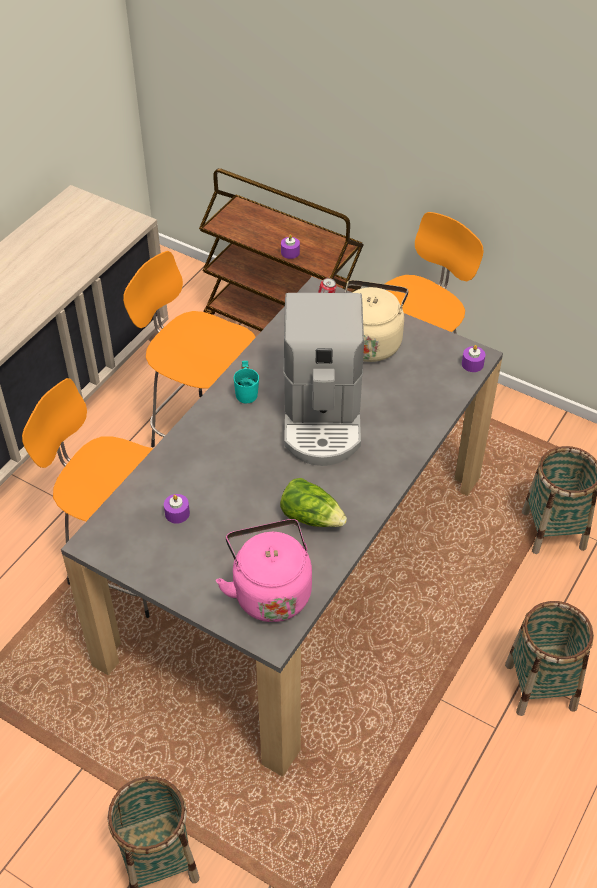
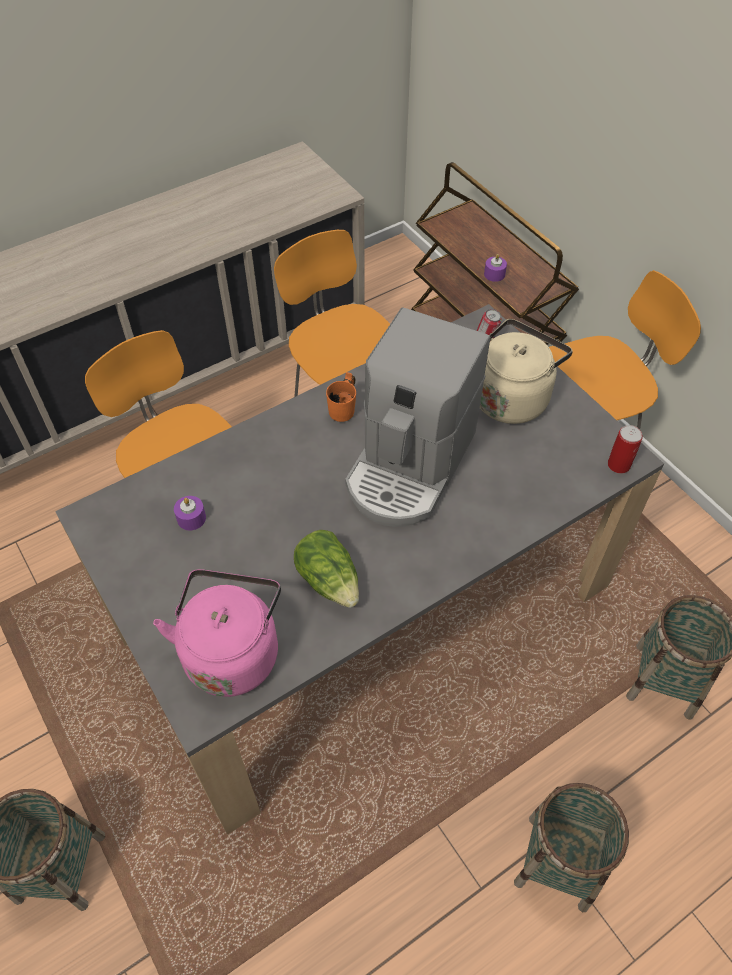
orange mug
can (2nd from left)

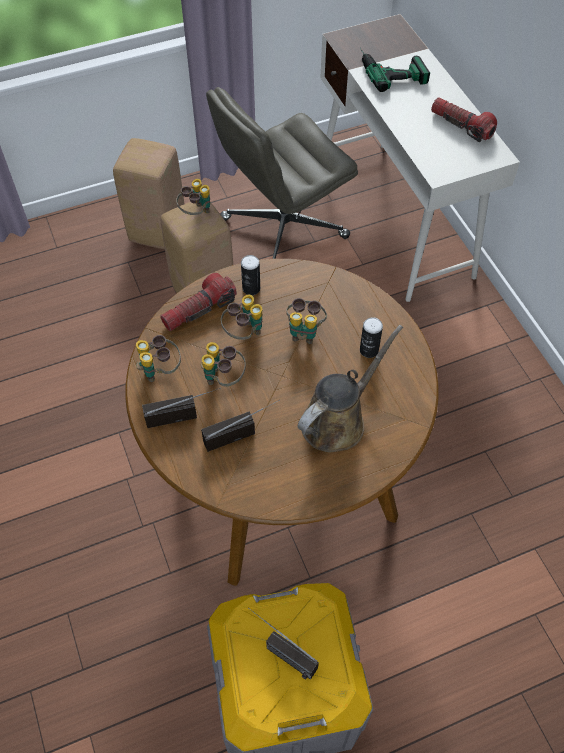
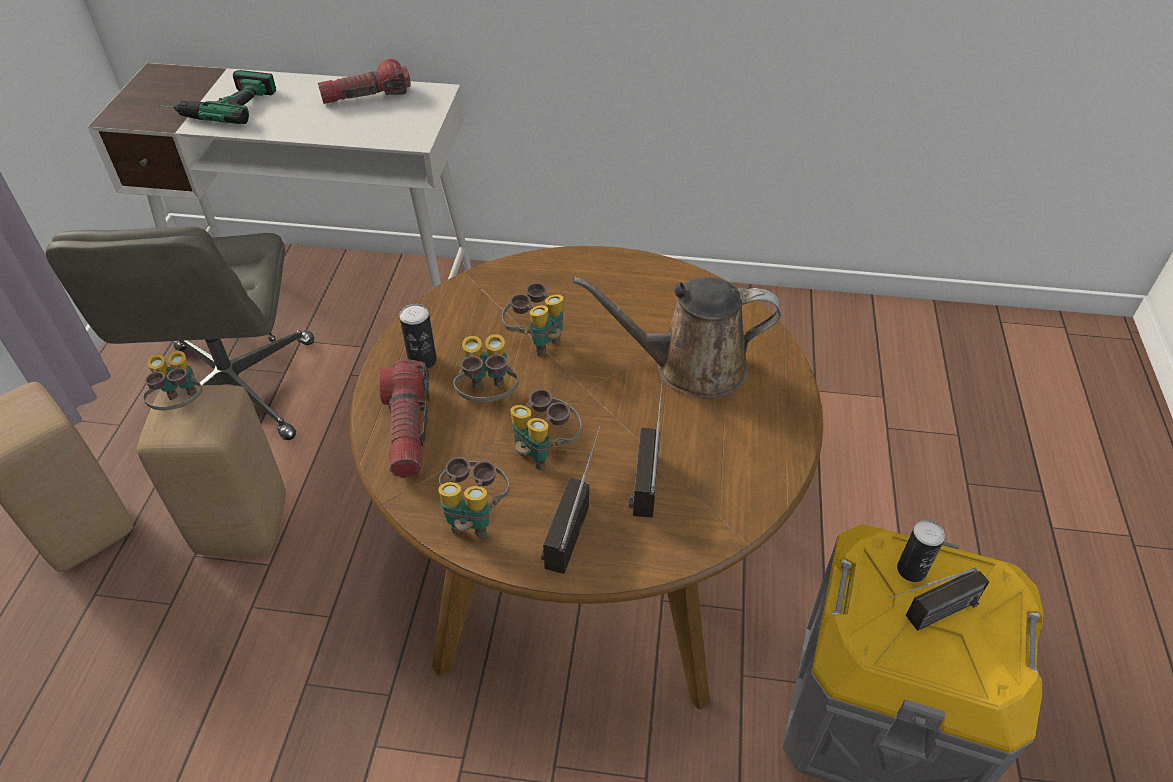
brown watering can
can (2nd from left)

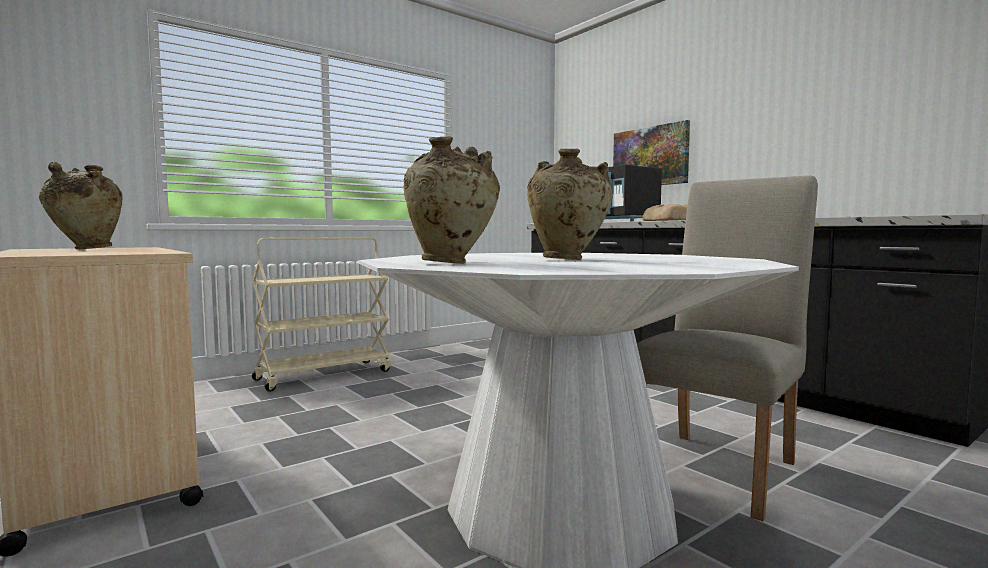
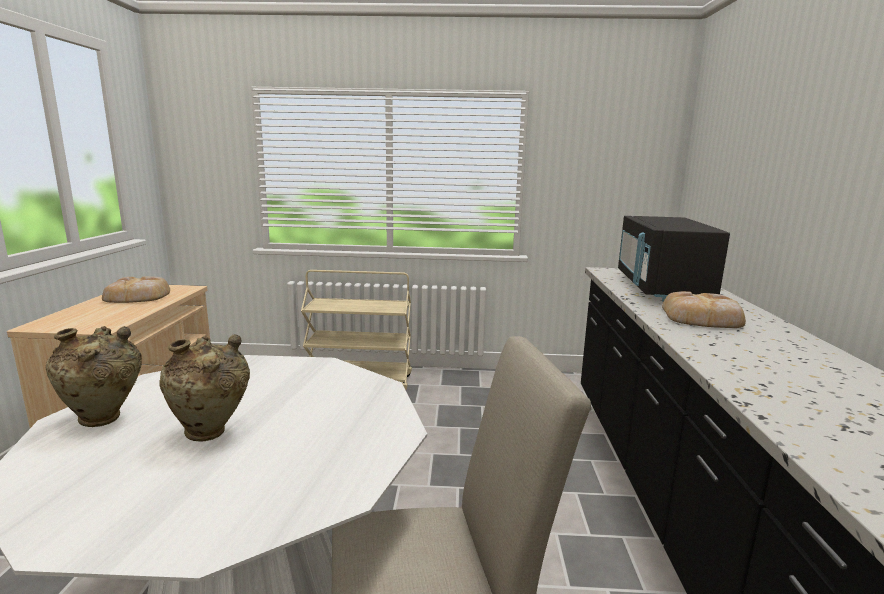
bread (1st from left)
picture

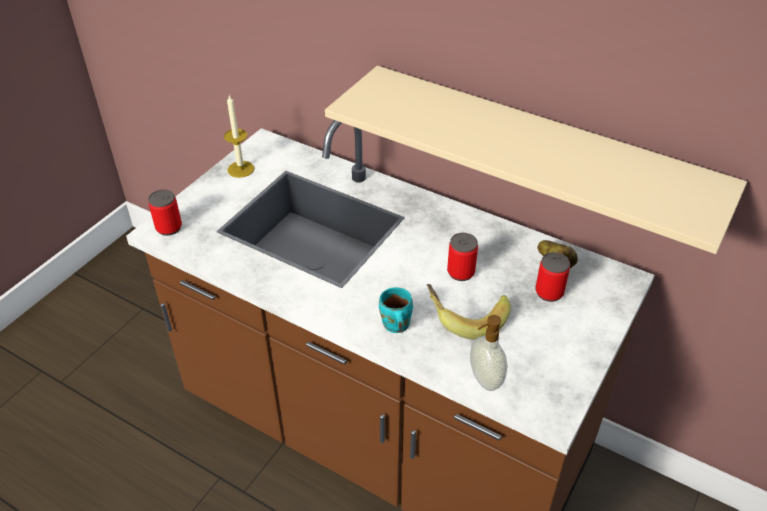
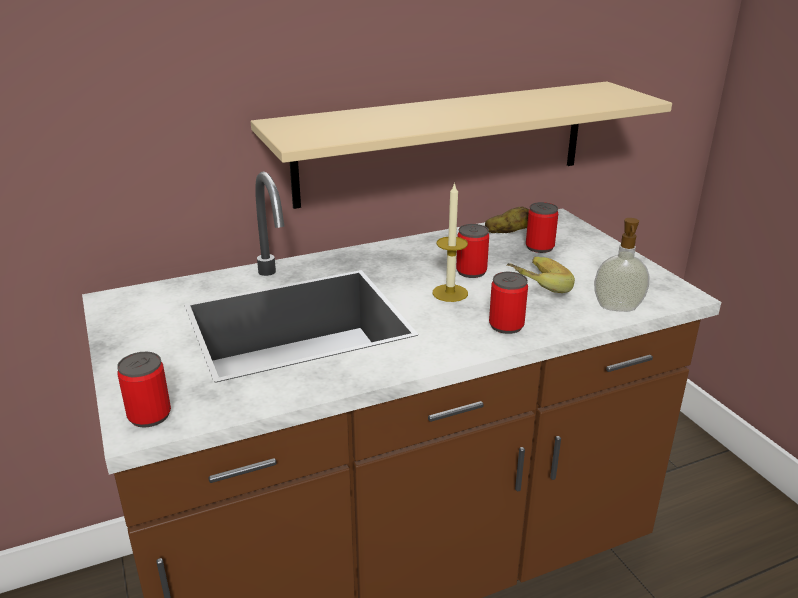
candle
can (3rd from left)

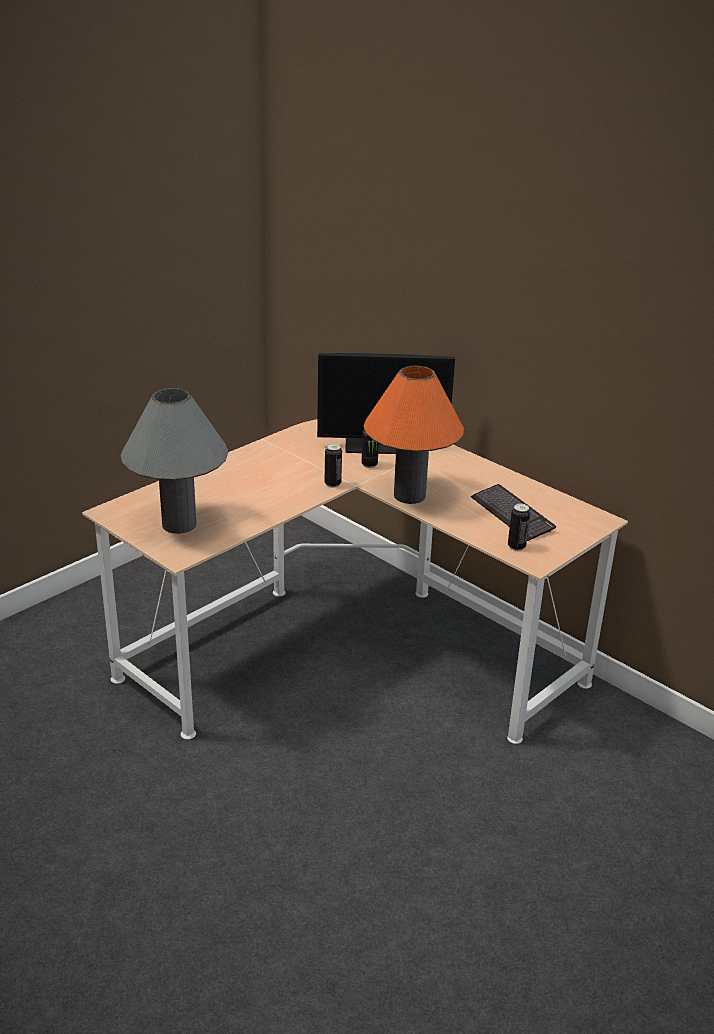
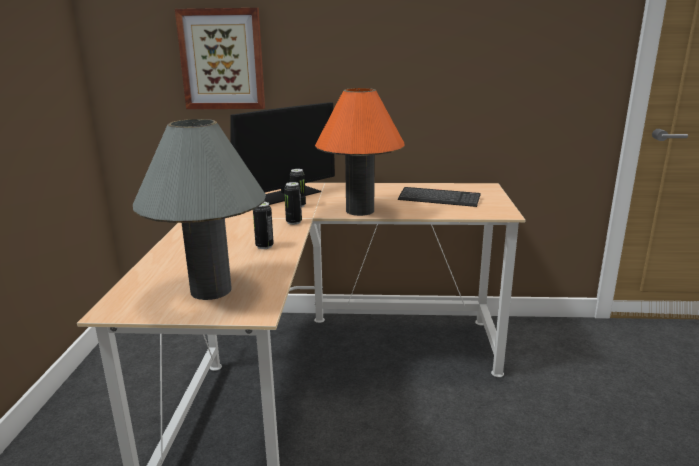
picture
can (1st from left)

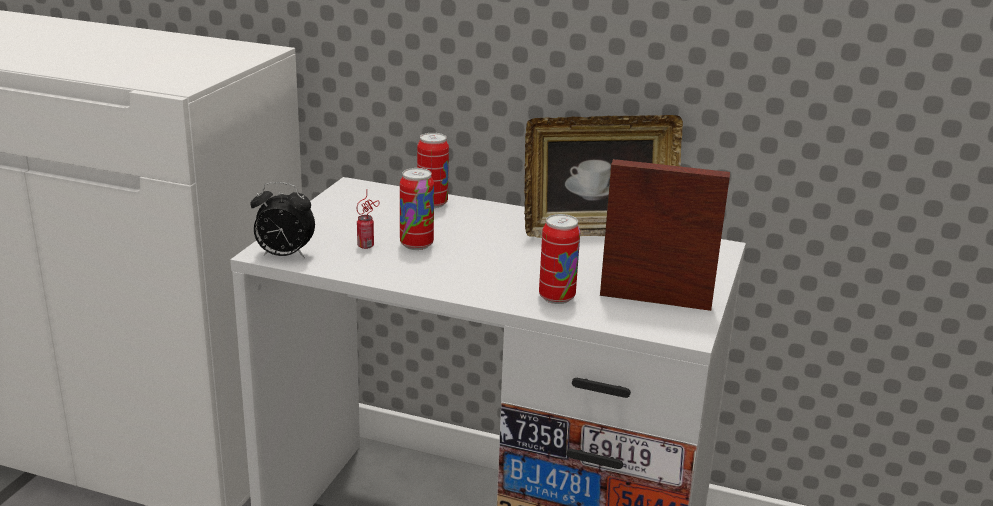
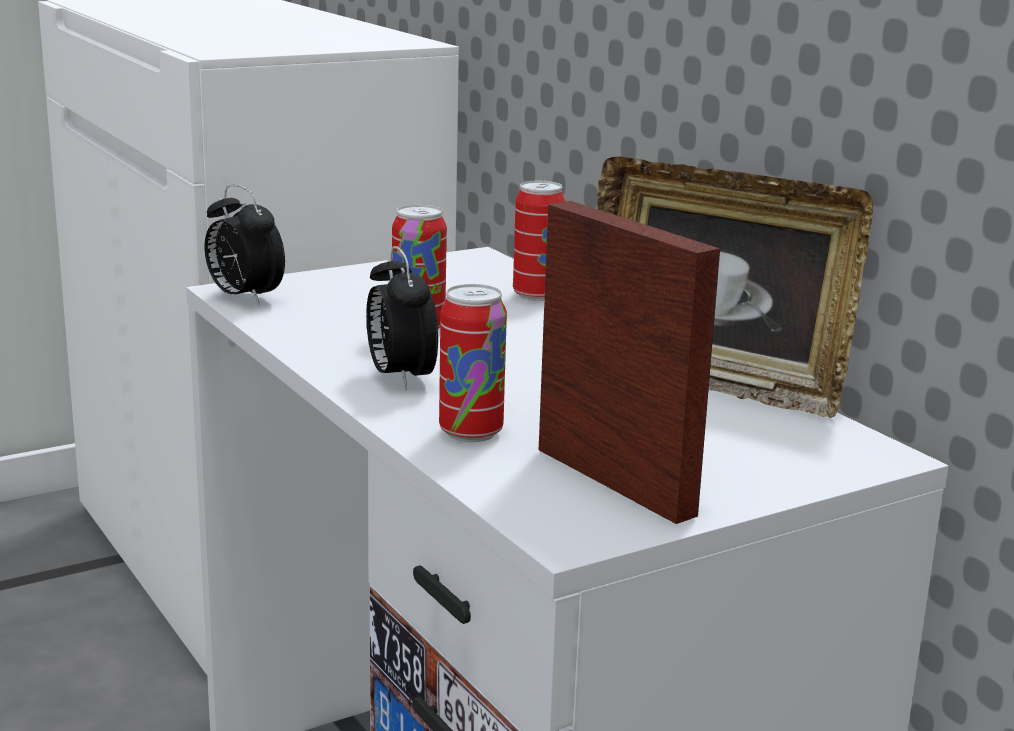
alarm clock (2nd from left)
can (1st from left in the first image)

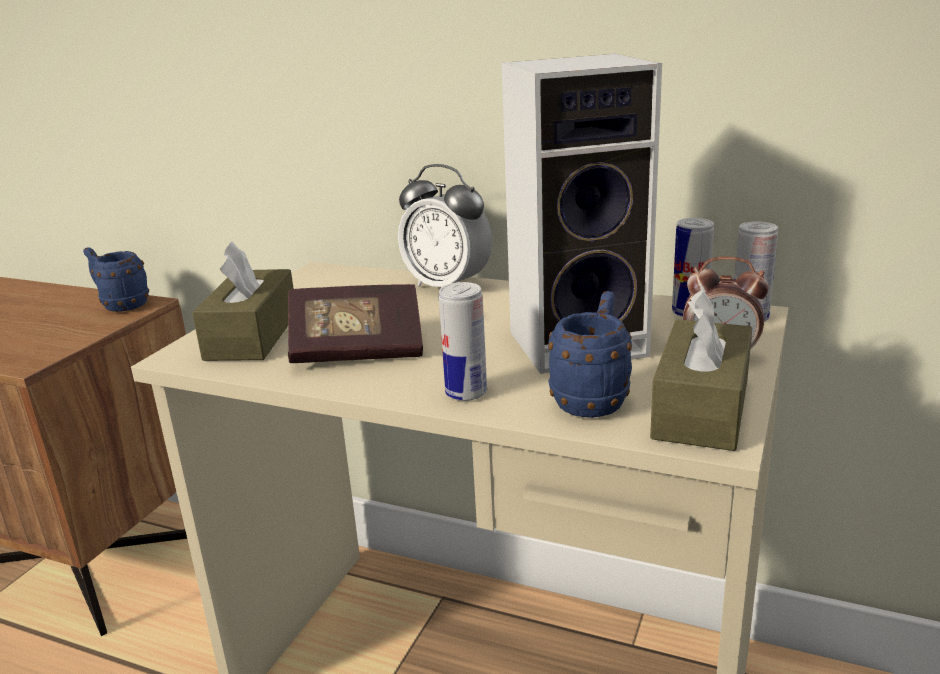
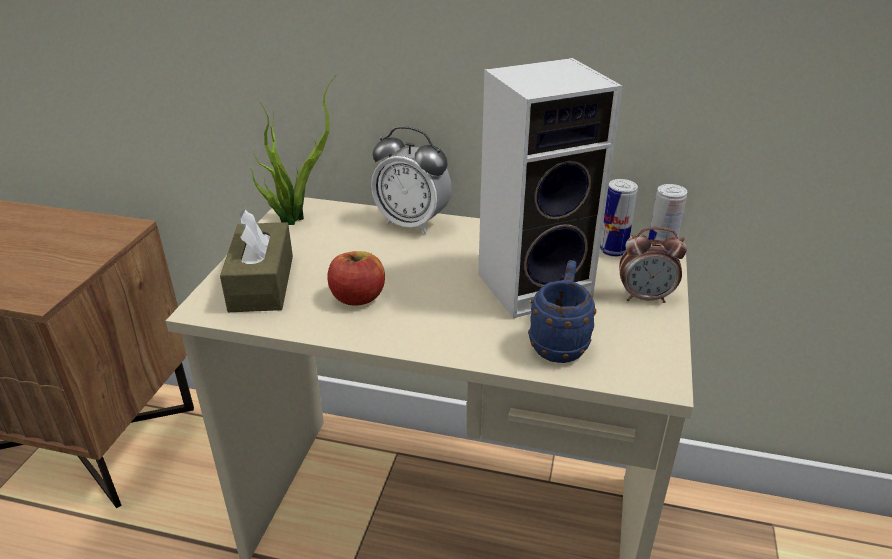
potted plant
apple
blue mug (1st from left in the first image)
can (1st from left in the first image)
brown tissue box (2nd from left in the first image)

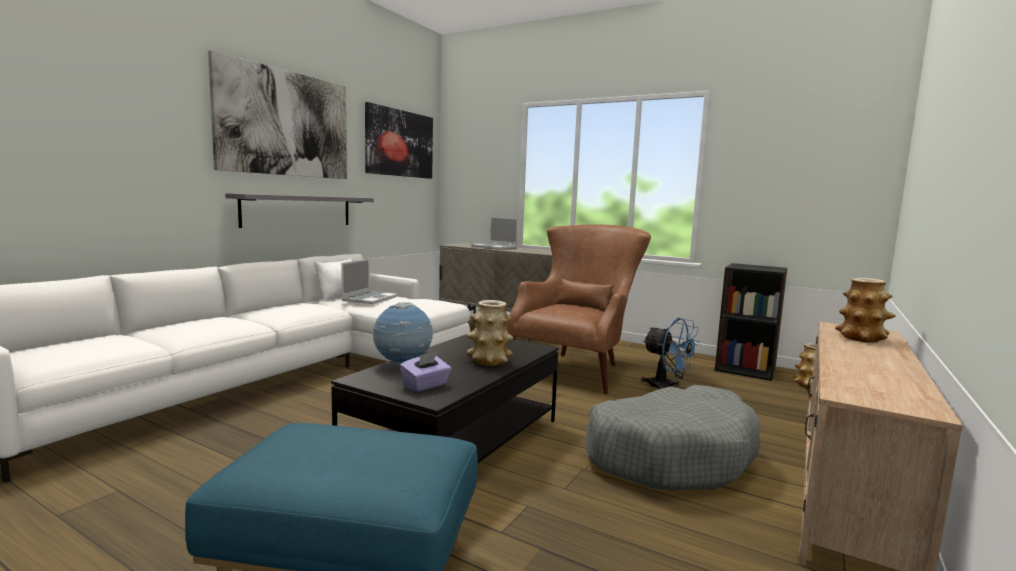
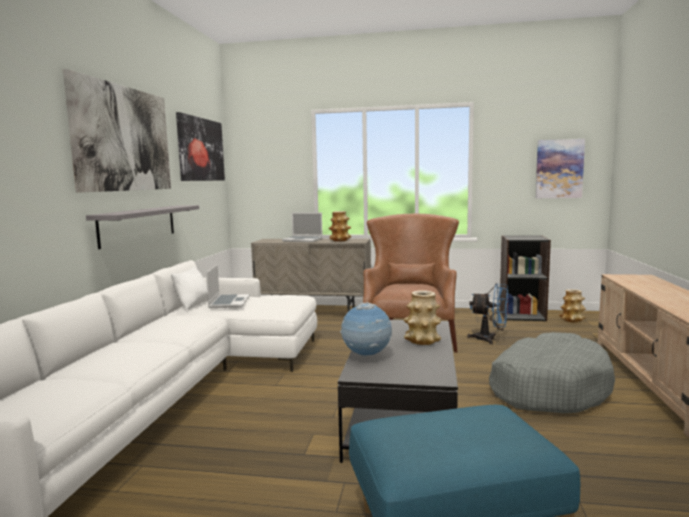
vase (1st from left)
picture (3rd from left)
purple tissue box

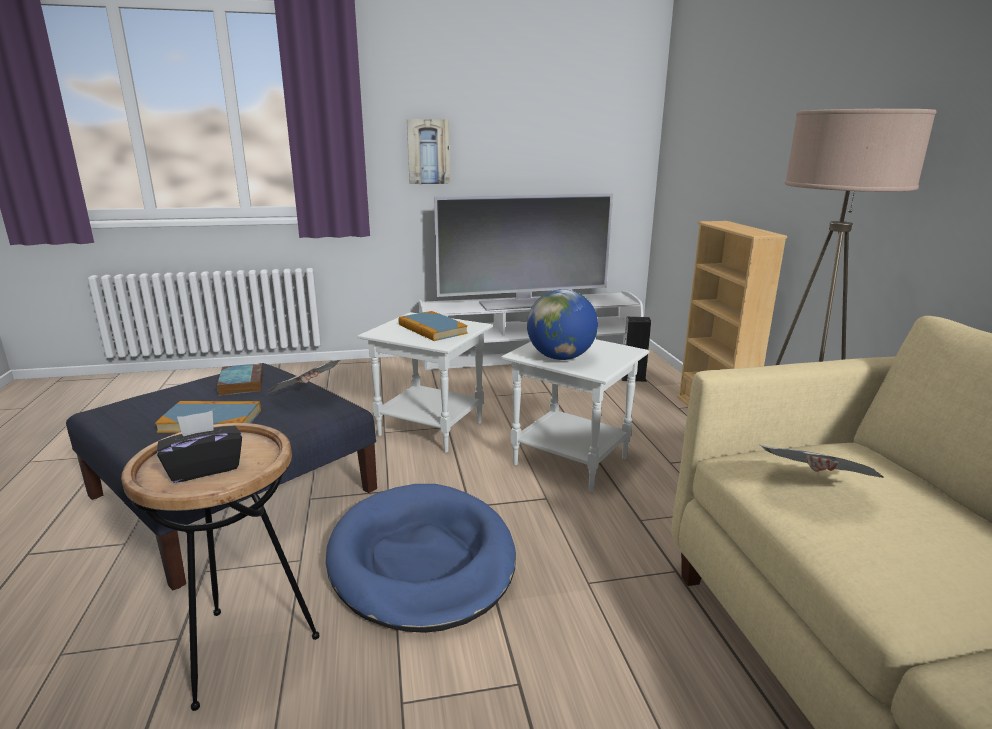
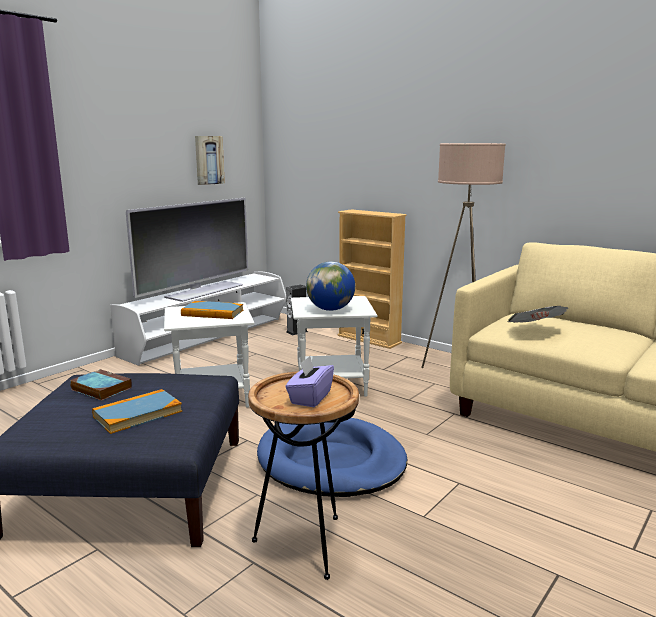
picture
purple tissue box
newspaper (1st from left in the first image)

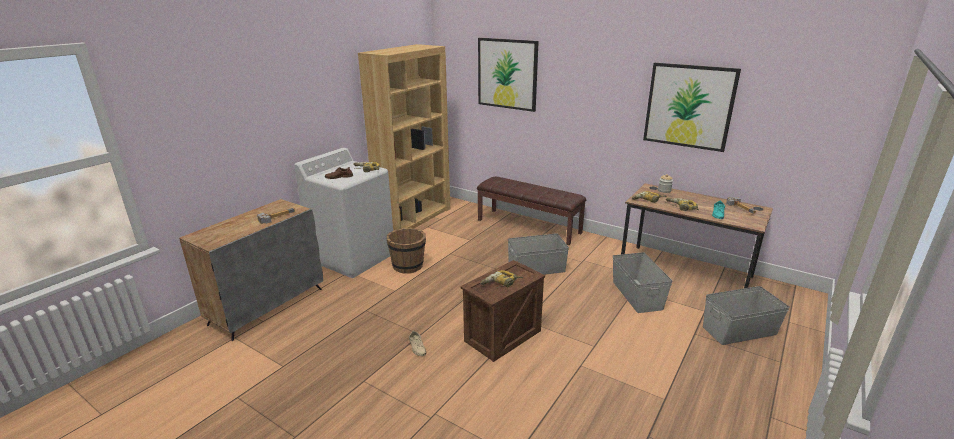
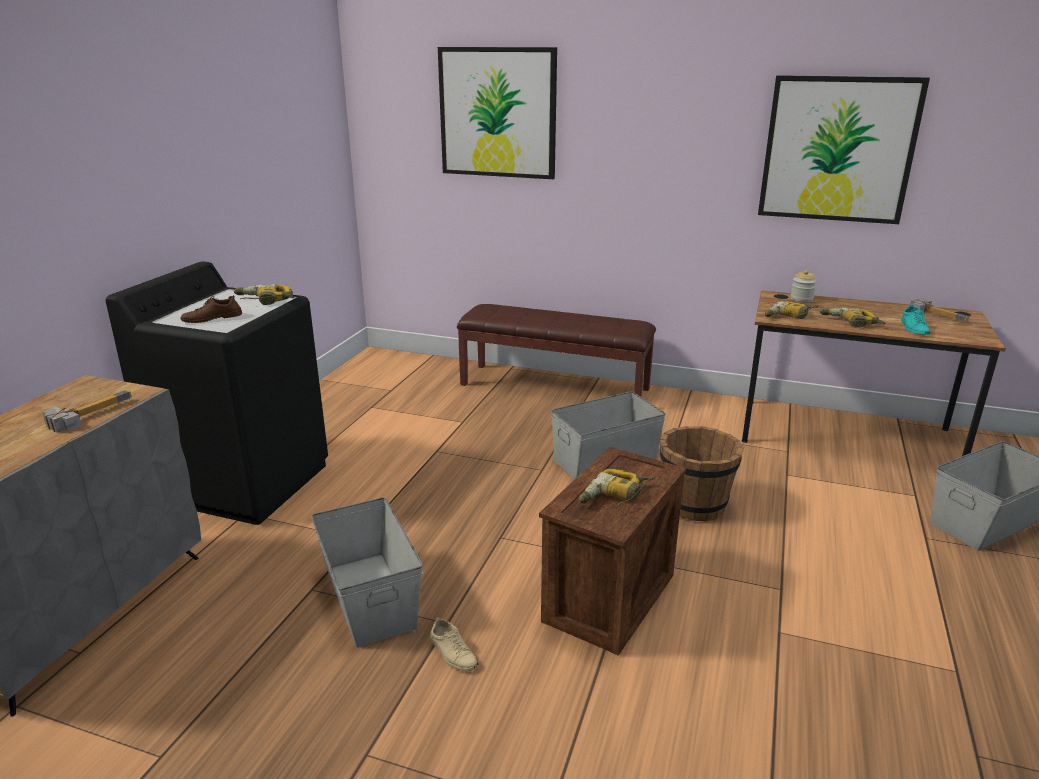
black washing machine
grey storage box (1st from left)
brown bucket
brown bookcase

